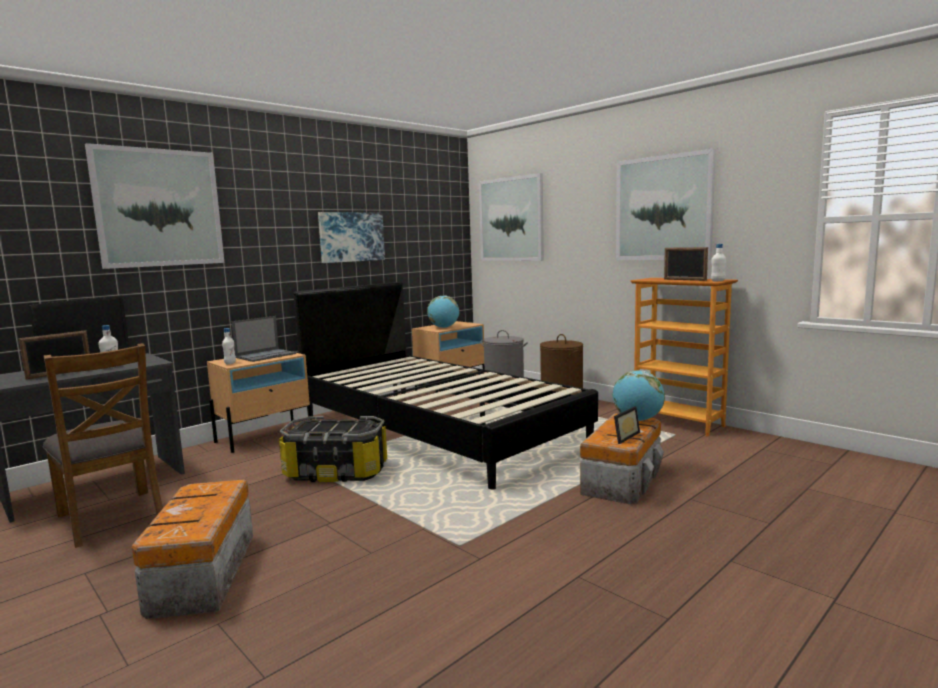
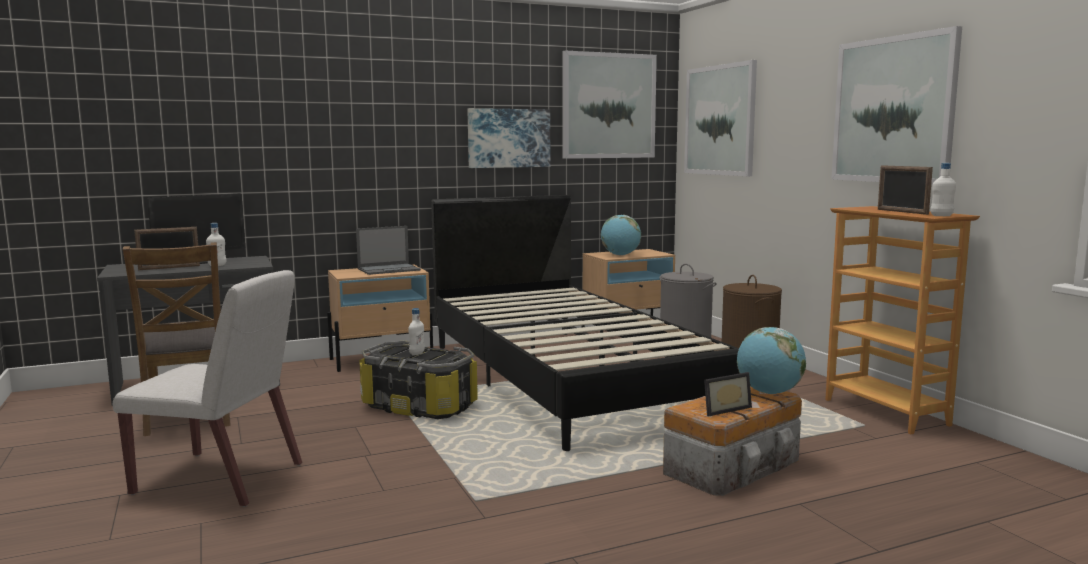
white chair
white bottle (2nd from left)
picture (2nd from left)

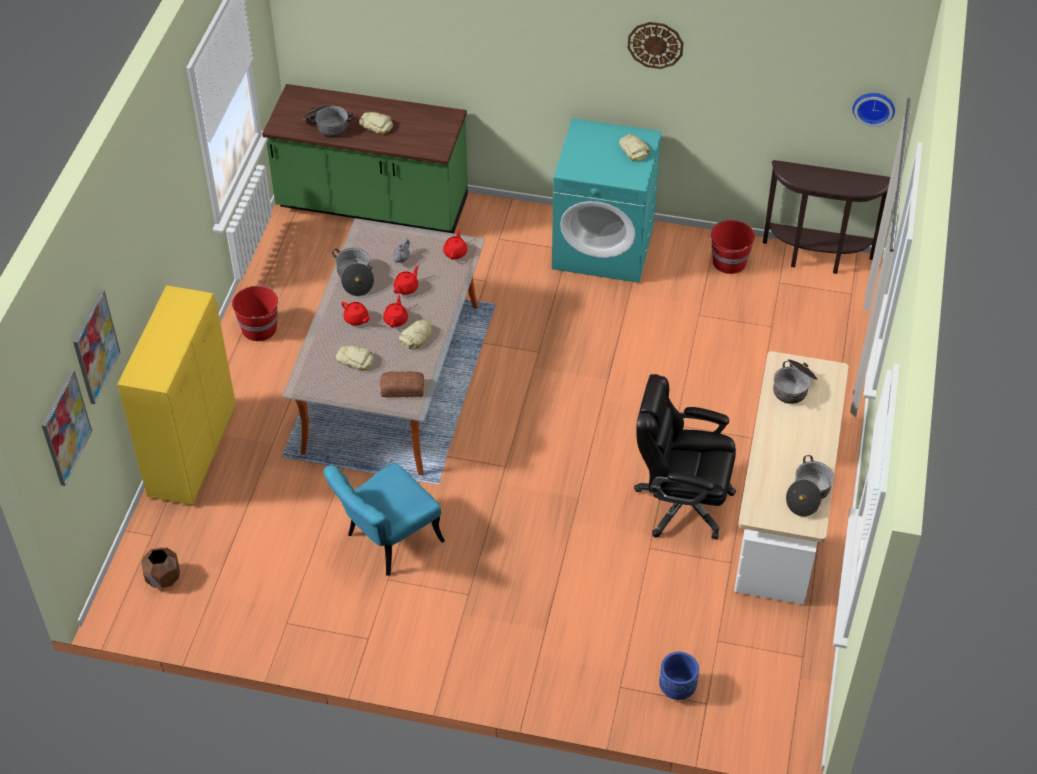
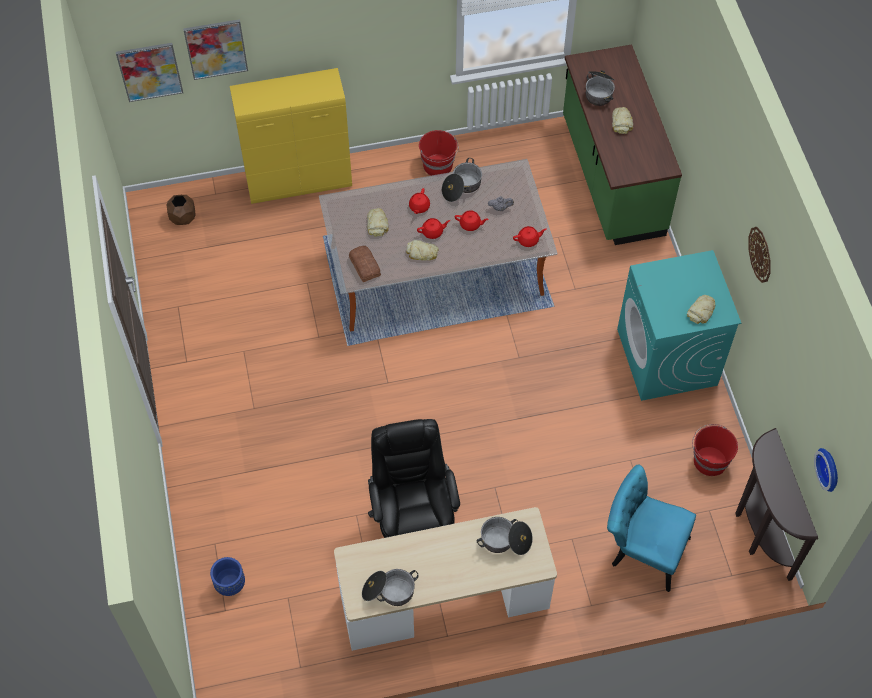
turquoise chair

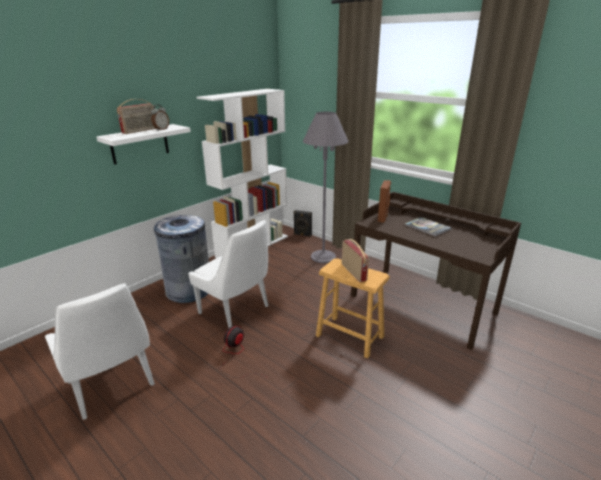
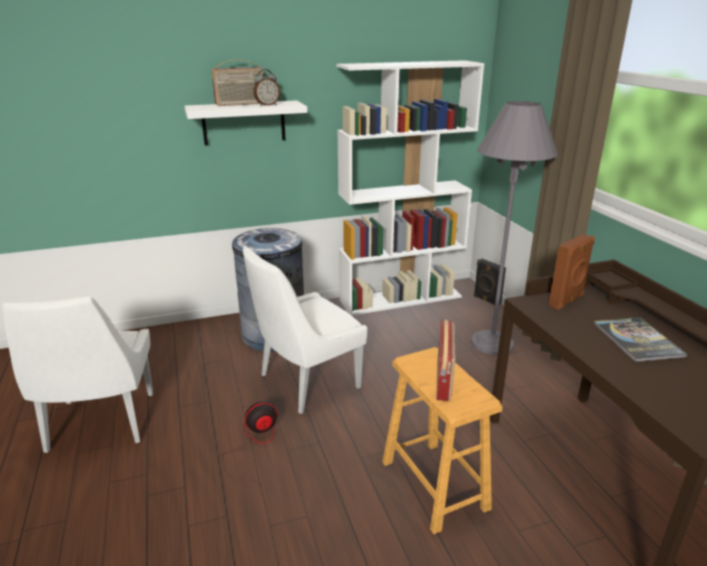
white chair (2nd from left)

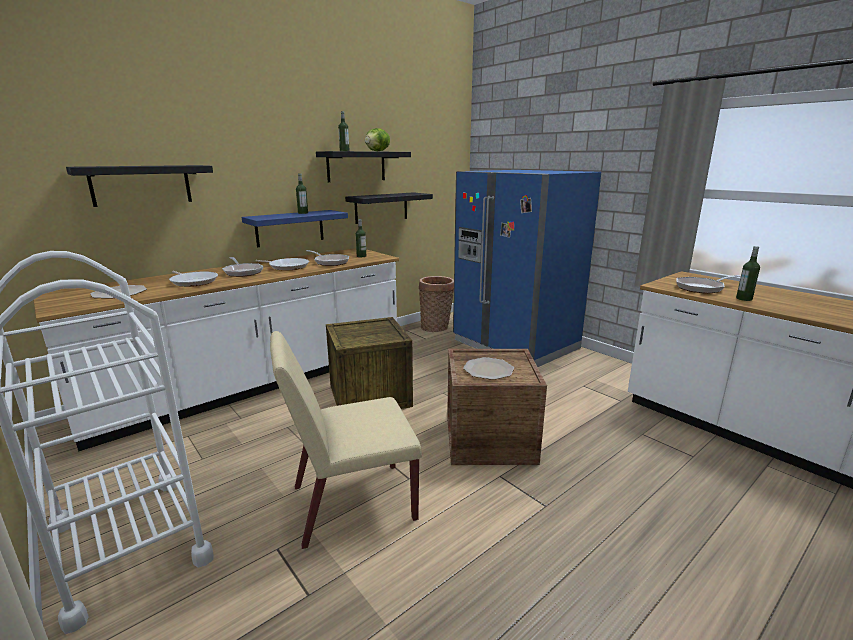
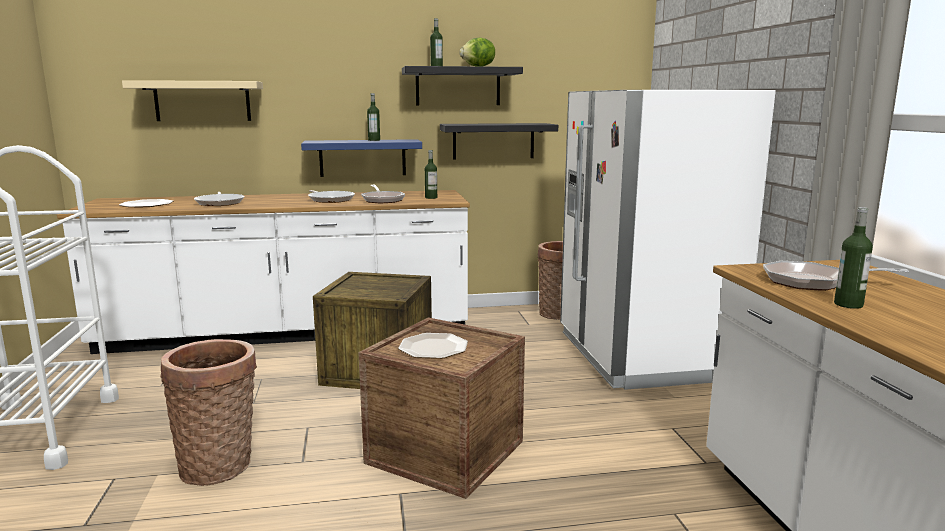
beige shelf
basket (1st from left)
white fridge
frying pan (2nd from left in the first image)

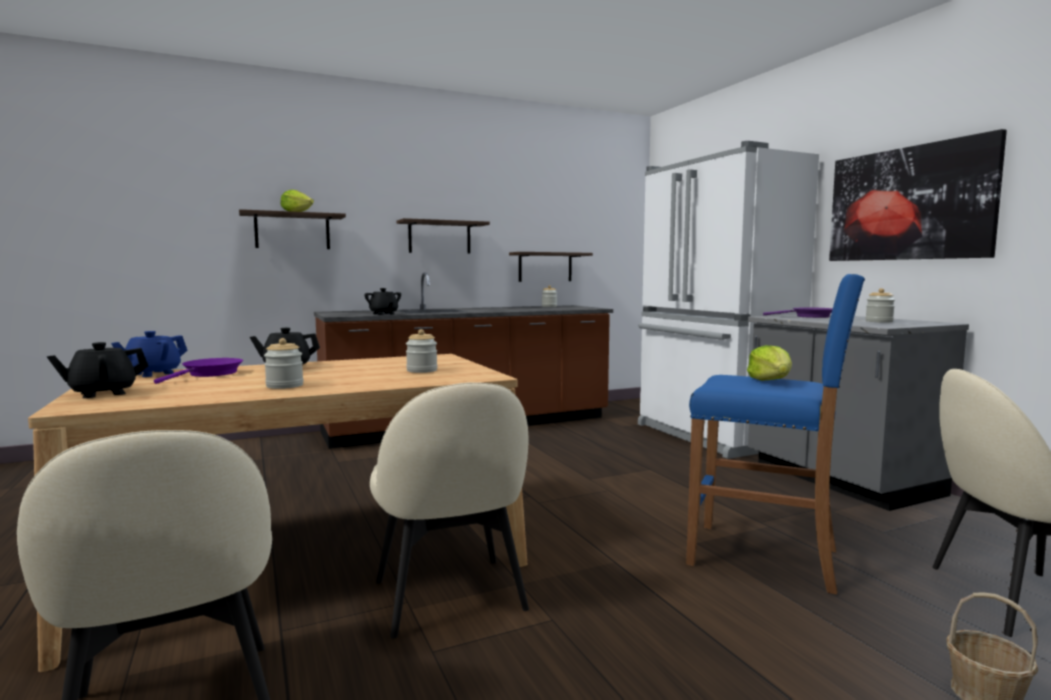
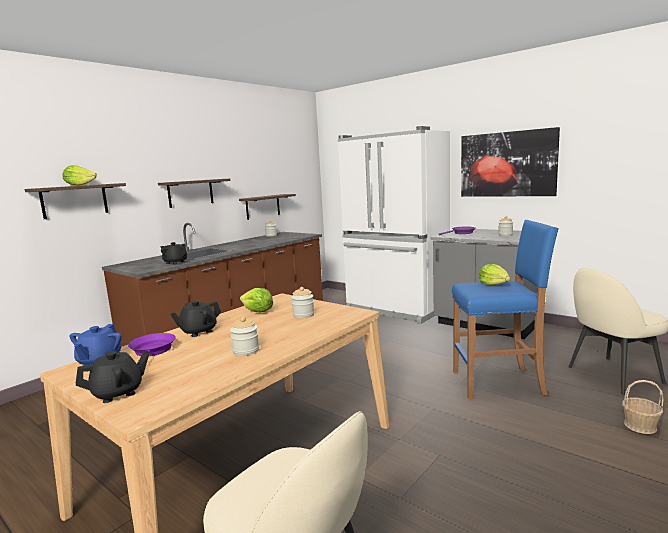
black teapot (1st from left)
lettuce (2nd from left)
beige chair (2nd from left in the first image)

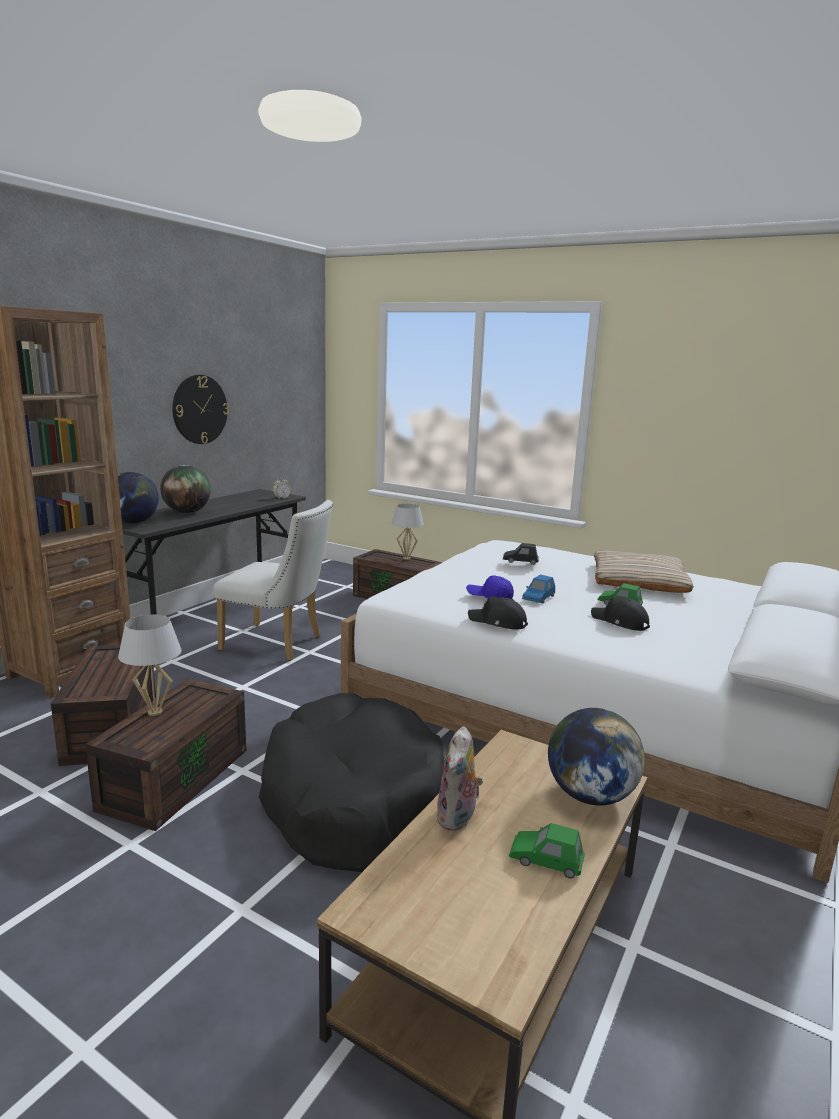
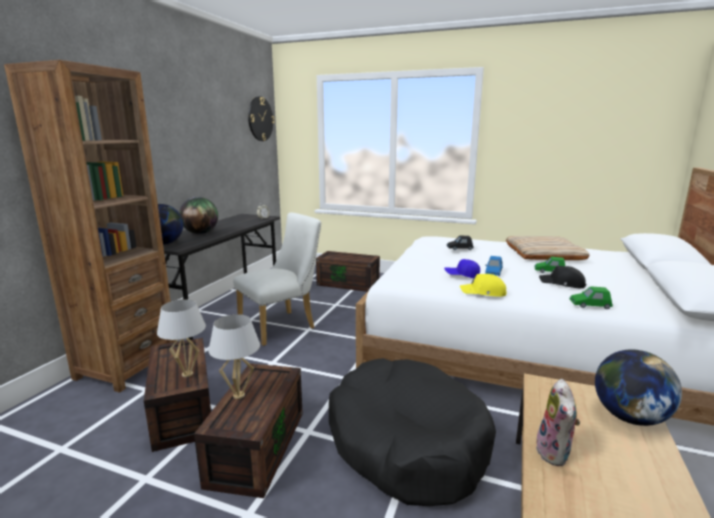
white table lamp (1st from left)
white chair
wall clock
yellow cap
green toy car (2nd from left)

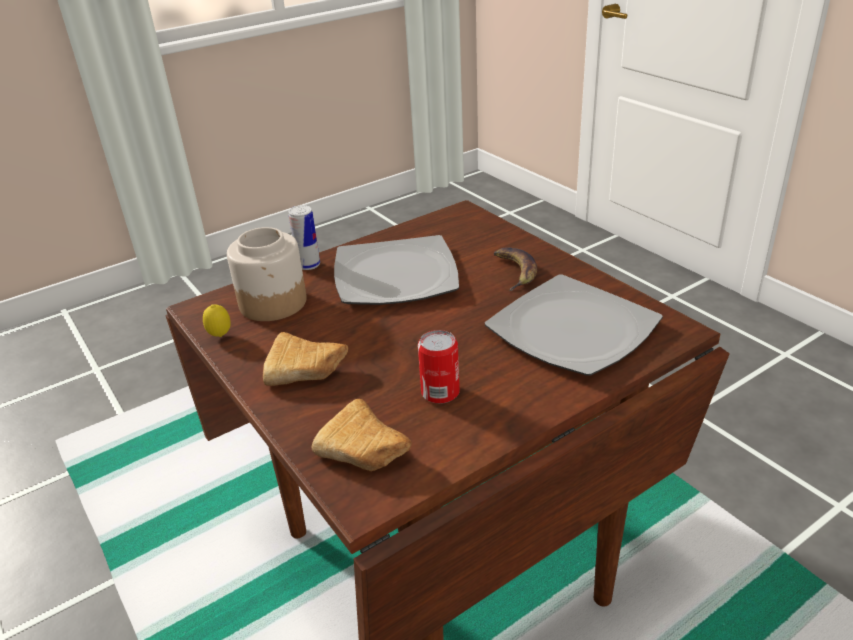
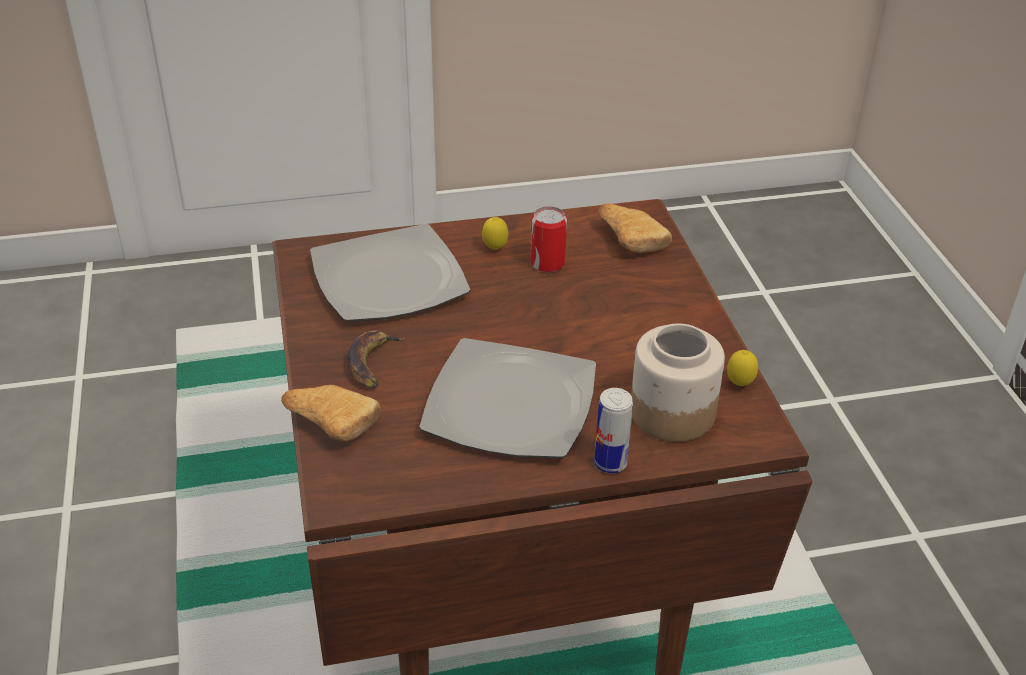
bread (1st from left)
lemon (1st from left)

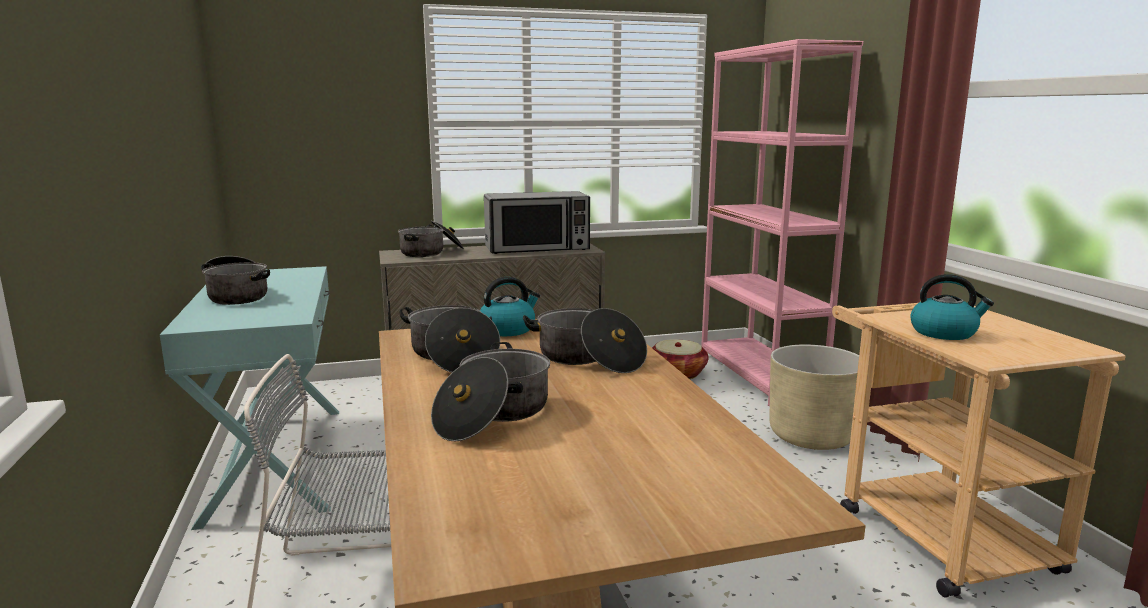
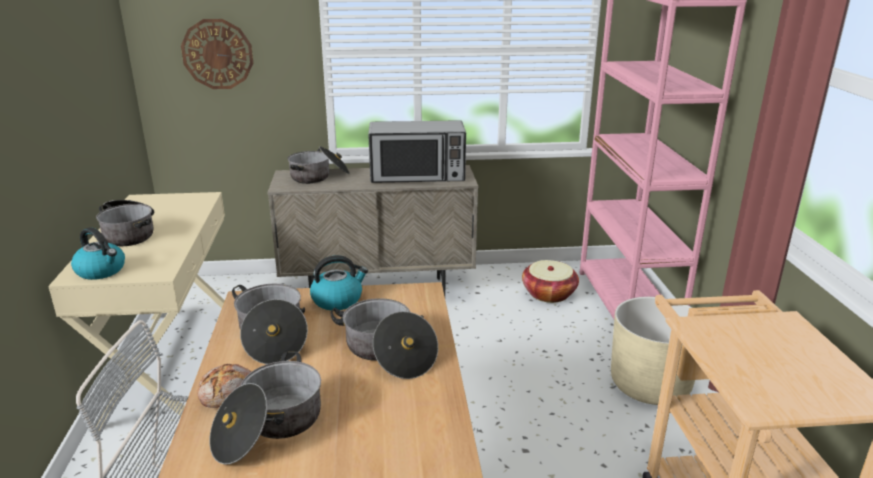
beige console table
kettle (1st from left)
wall clock
bread

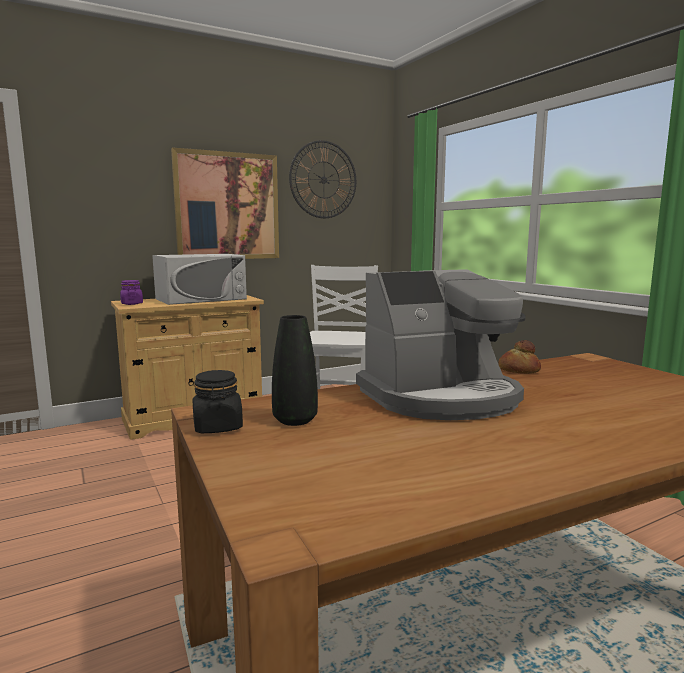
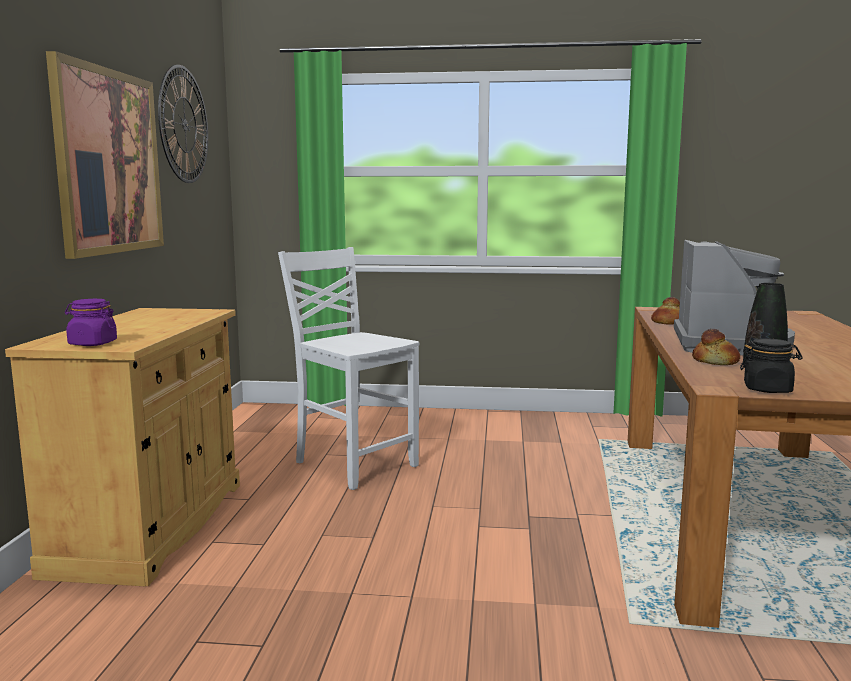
bread (2nd from left)
white microwave

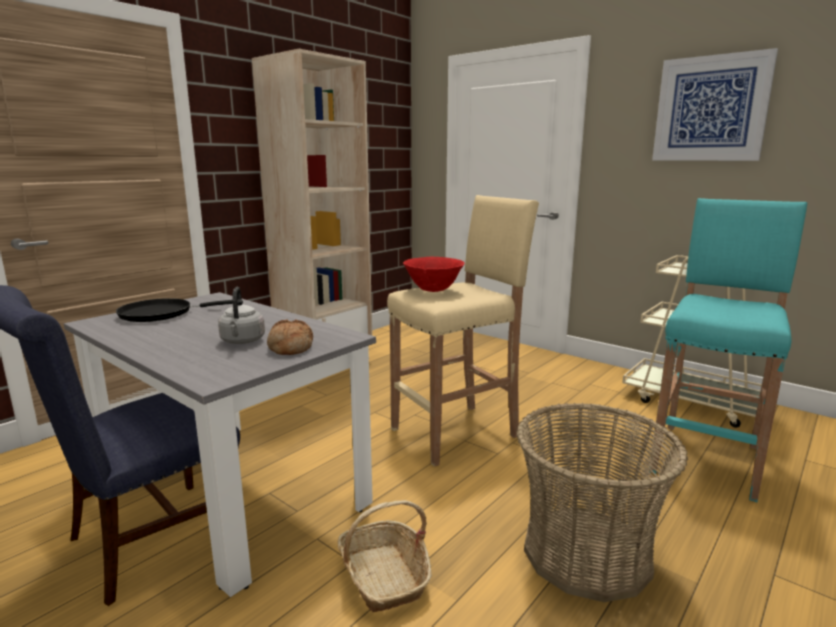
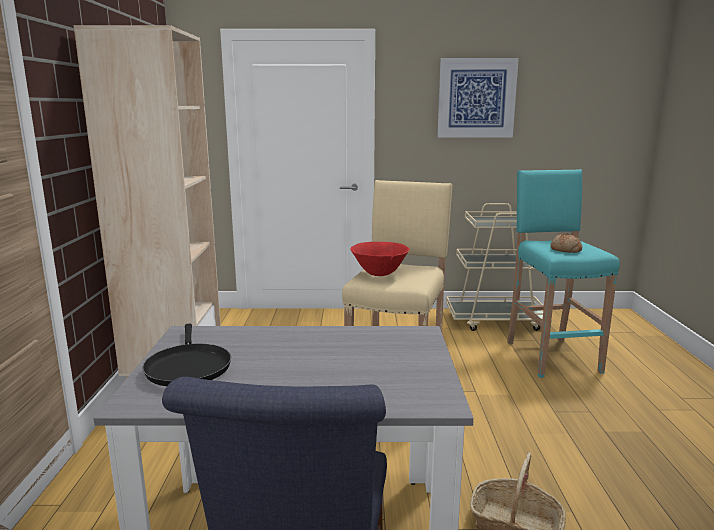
black frying pan
bread
grey kettle
basket (2nd from left in the first image)

